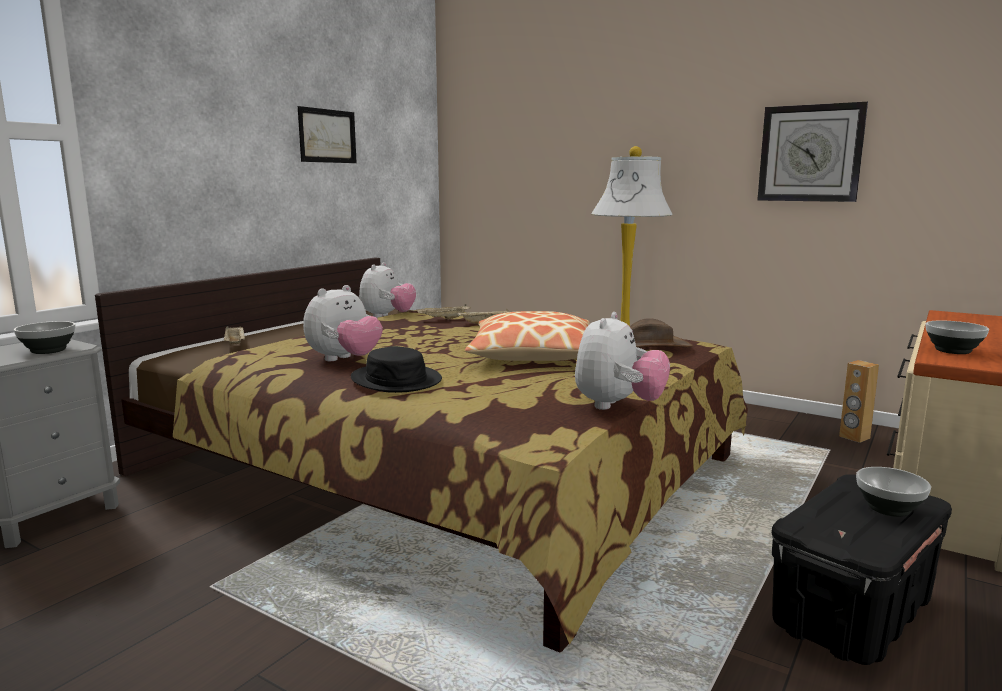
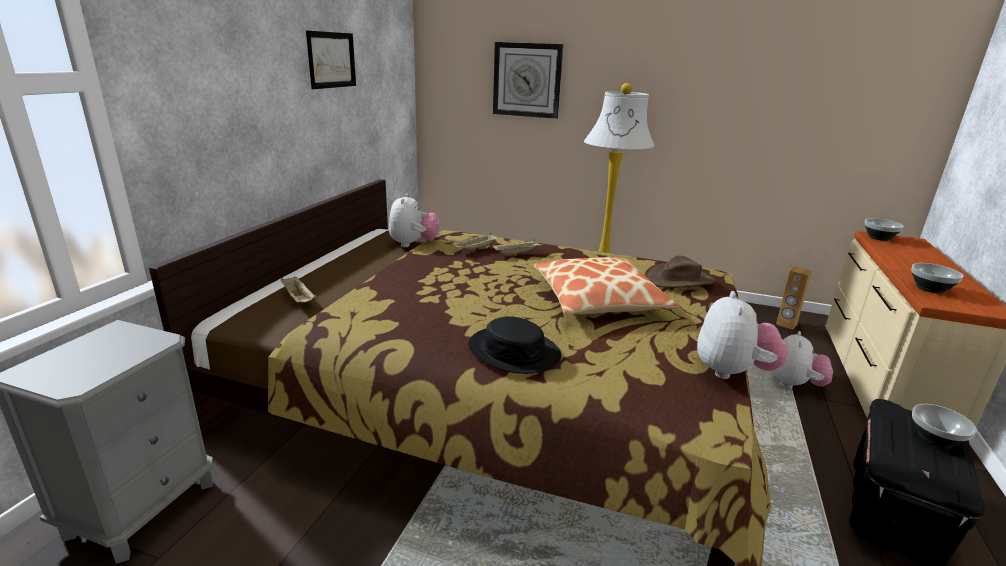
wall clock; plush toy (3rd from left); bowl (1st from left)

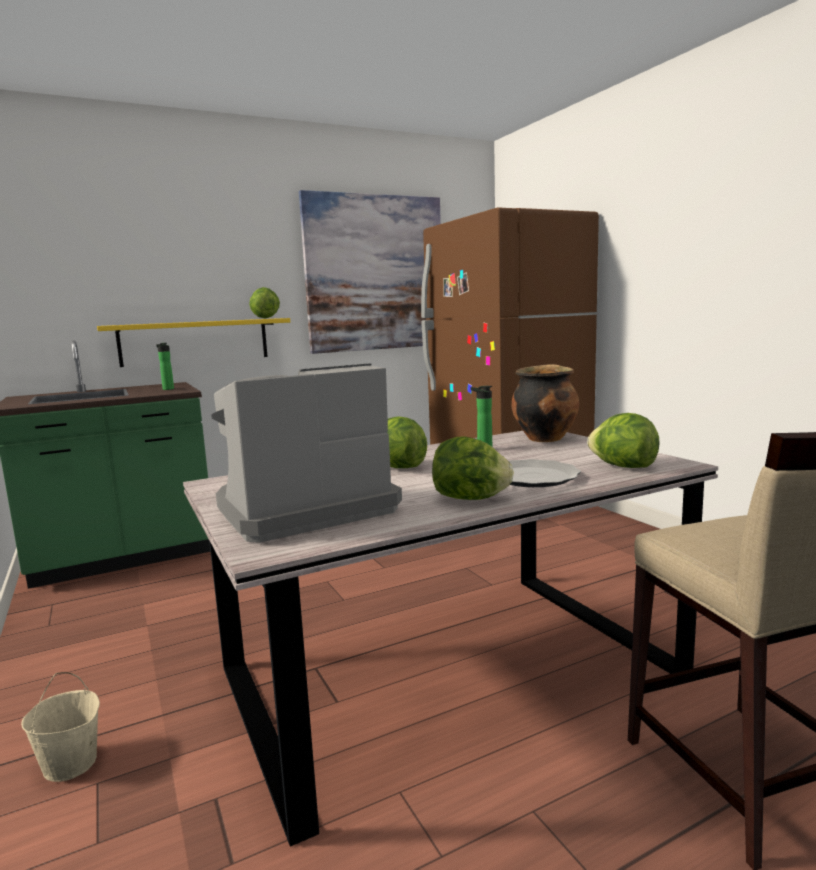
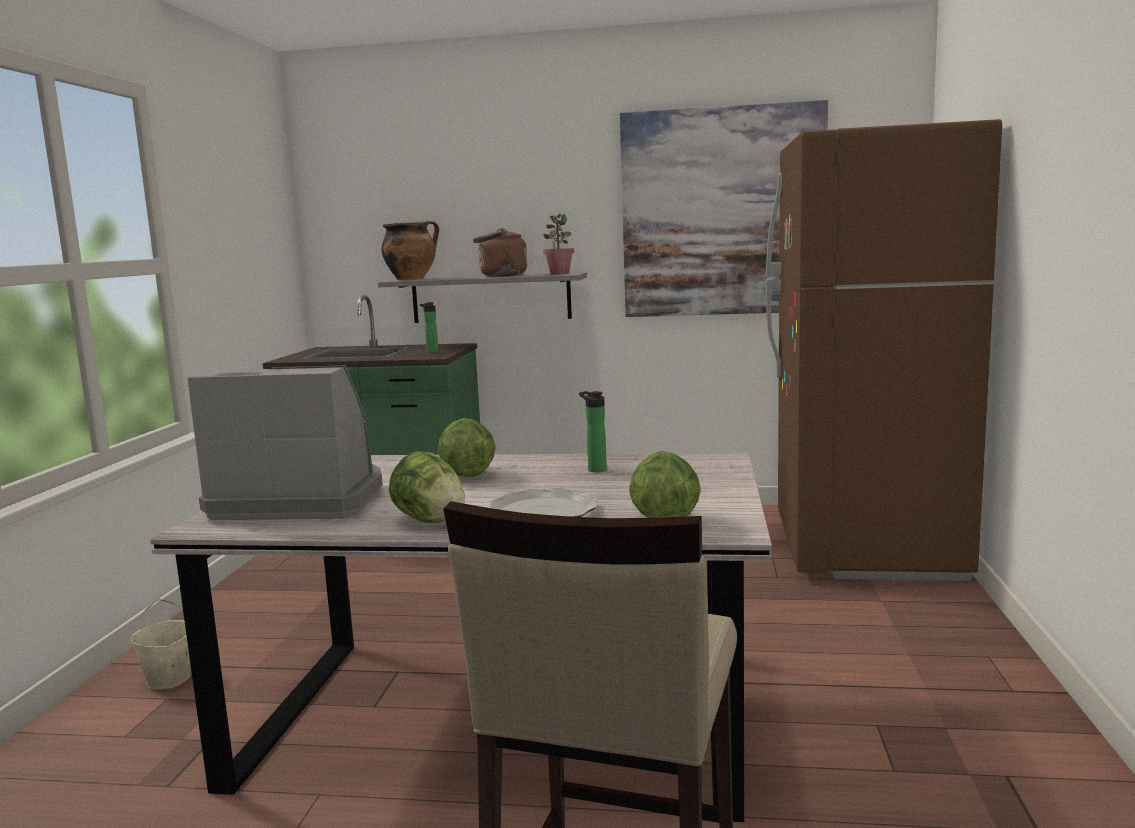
potted plant; shelf in grey; cooking pot; kettle in brown

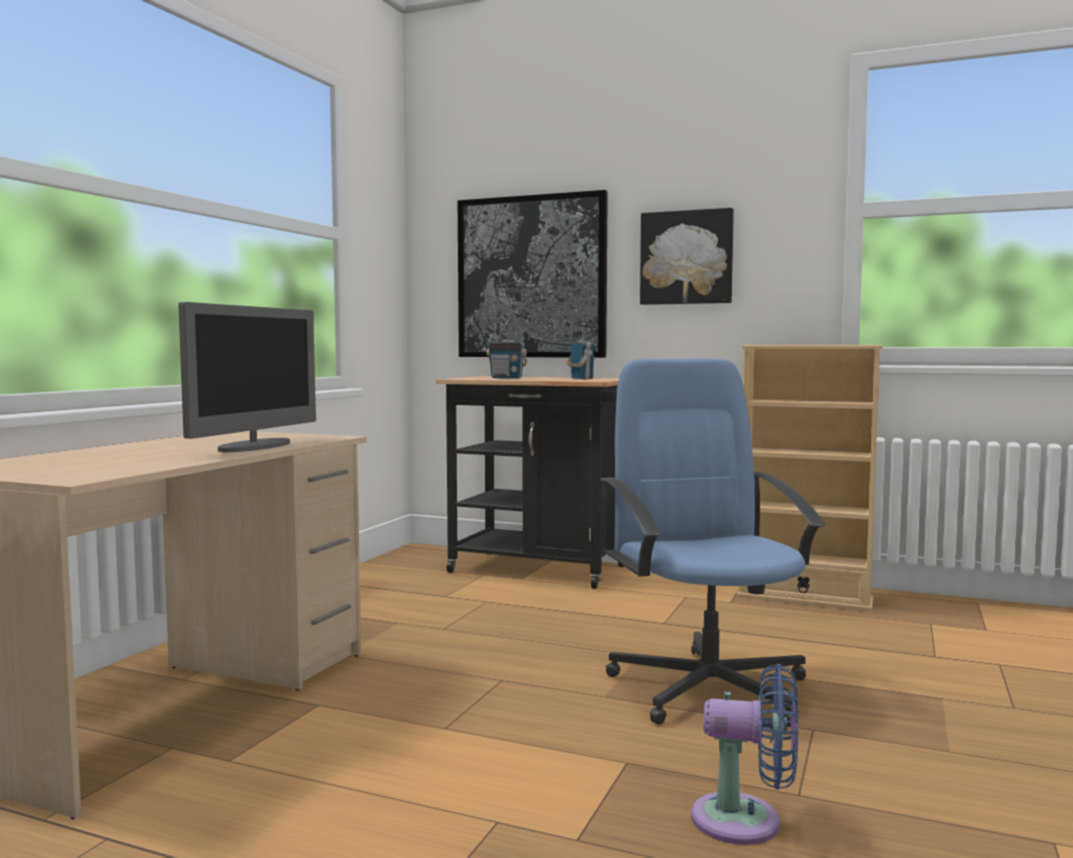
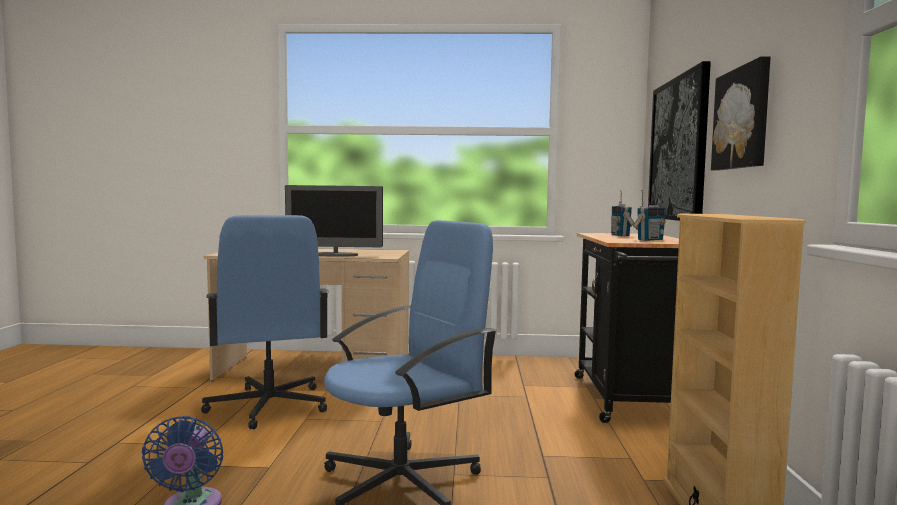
office chair in blue (1st from left)

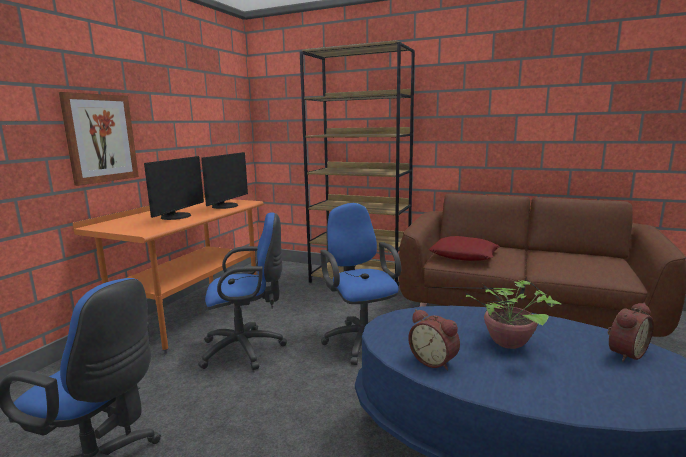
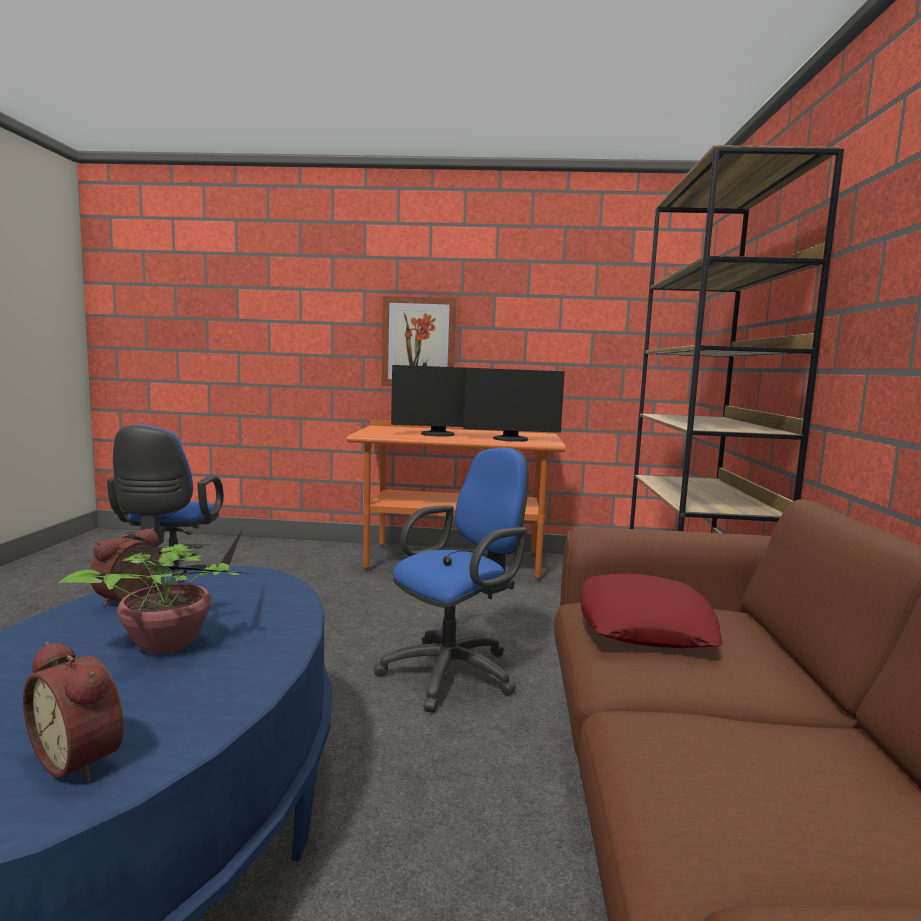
office chair in blue (2nd from left in the first image)

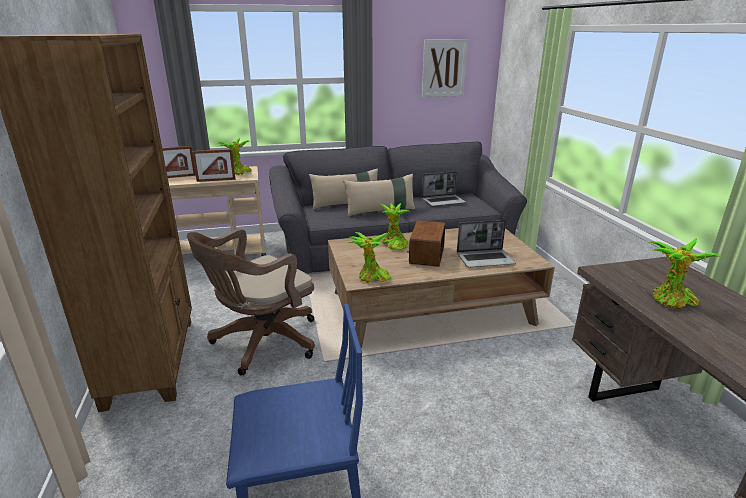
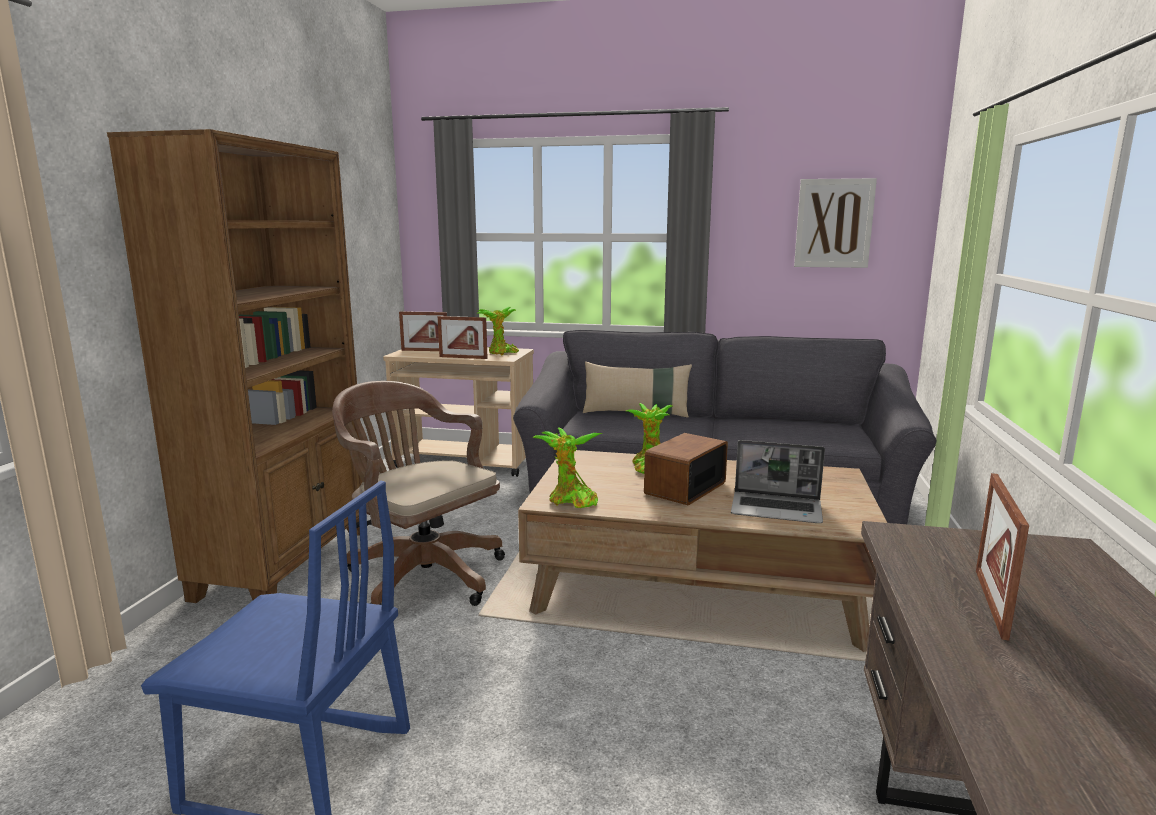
laptop (1st from left in the first image); pillow in beige (2nd from left in the first image); office chair in brown; picture frame (3rd from left)

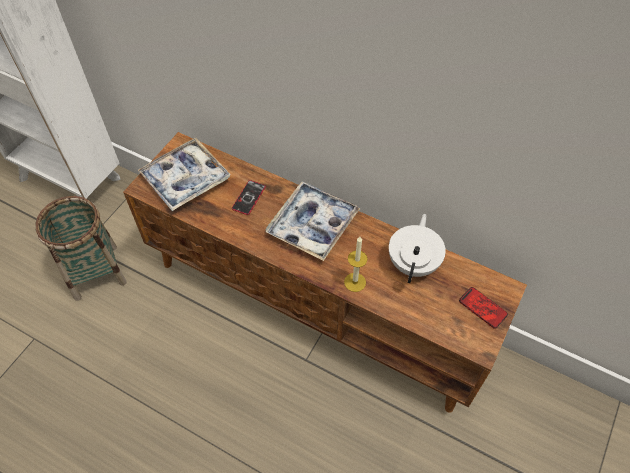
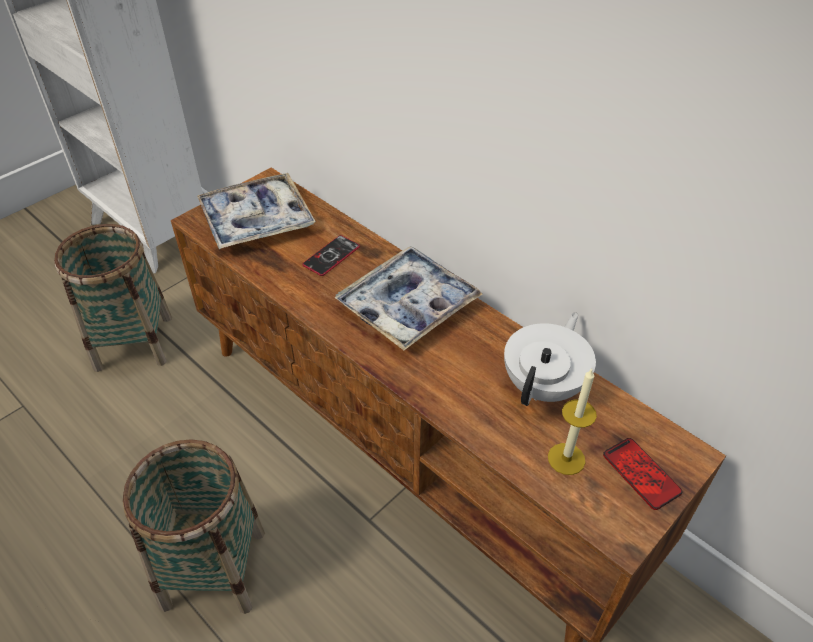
candle; basket (2nd from left)

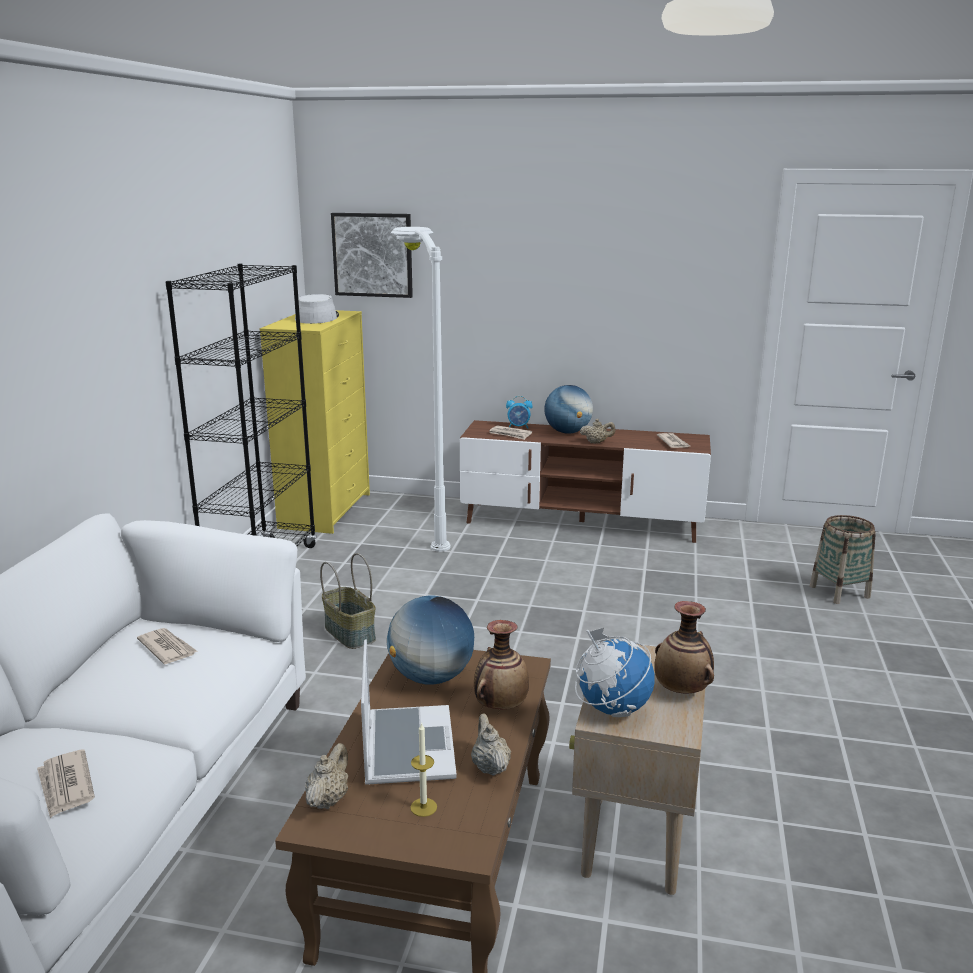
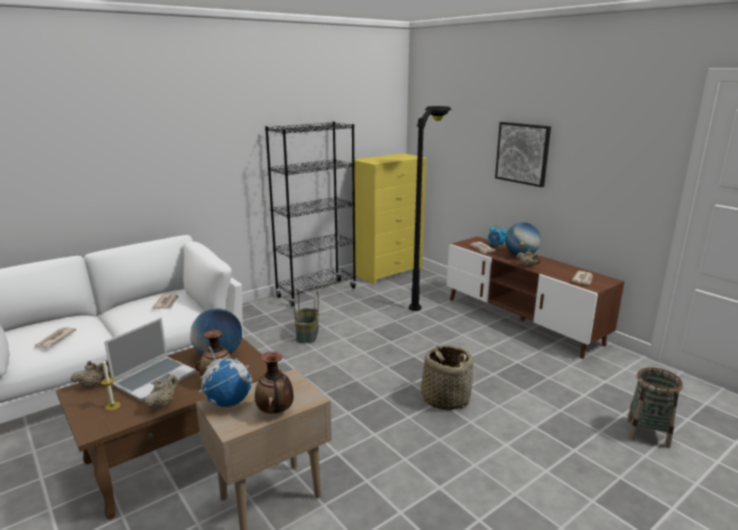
picture; floor lamp in black; hat in grey; basket (2nd from left)

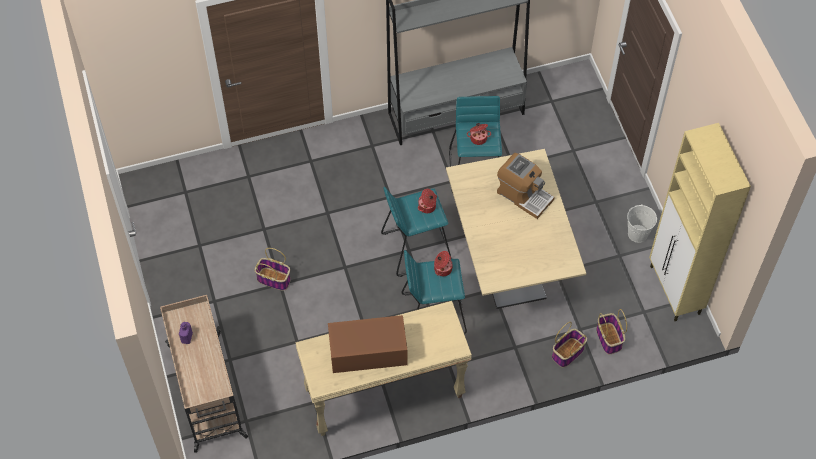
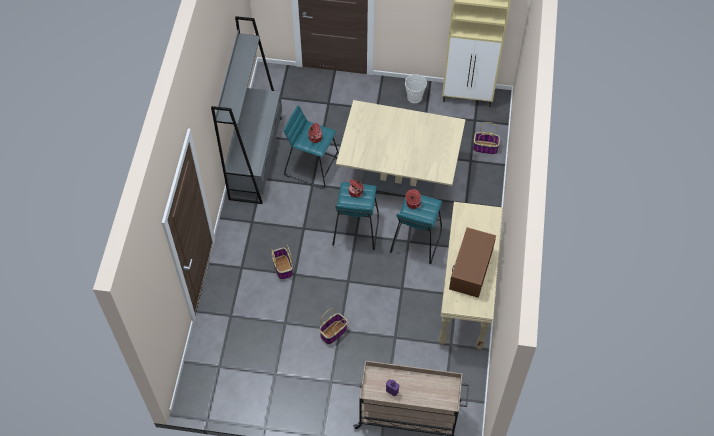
coffee machine; basket (1st from left)

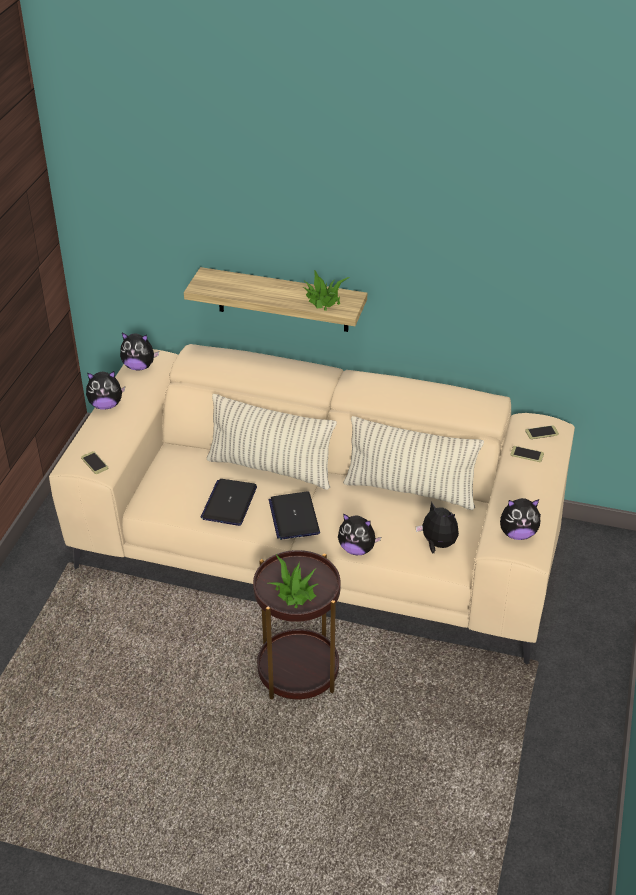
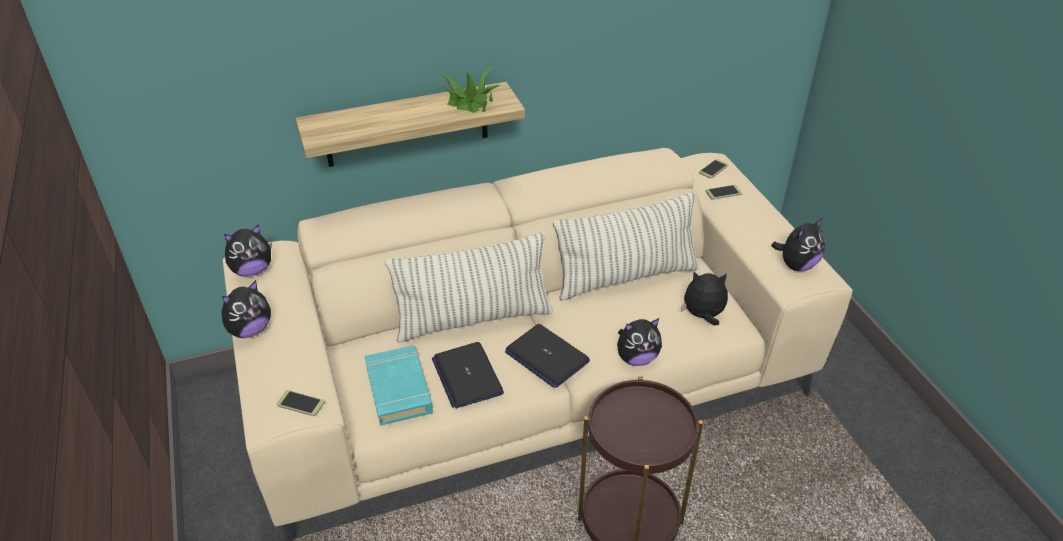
potted plant (1st from left in the first image); book in turquoise

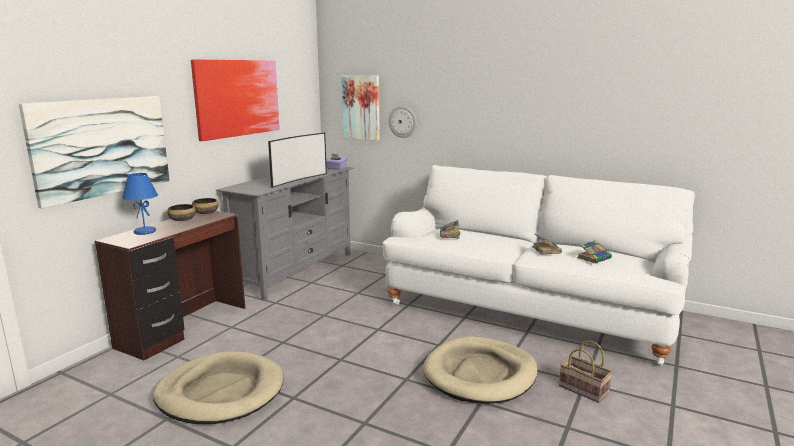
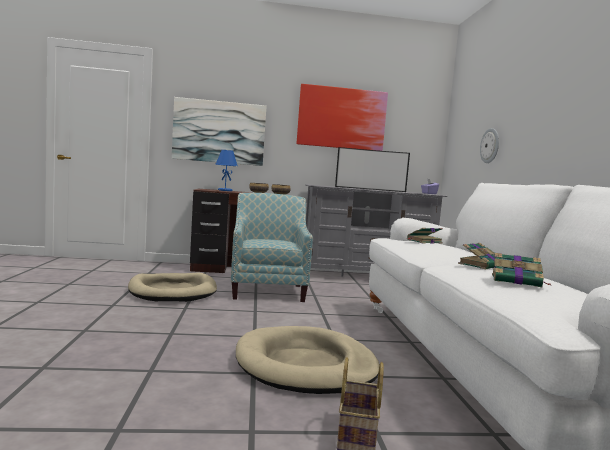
picture (3rd from left in the first image); armchair

